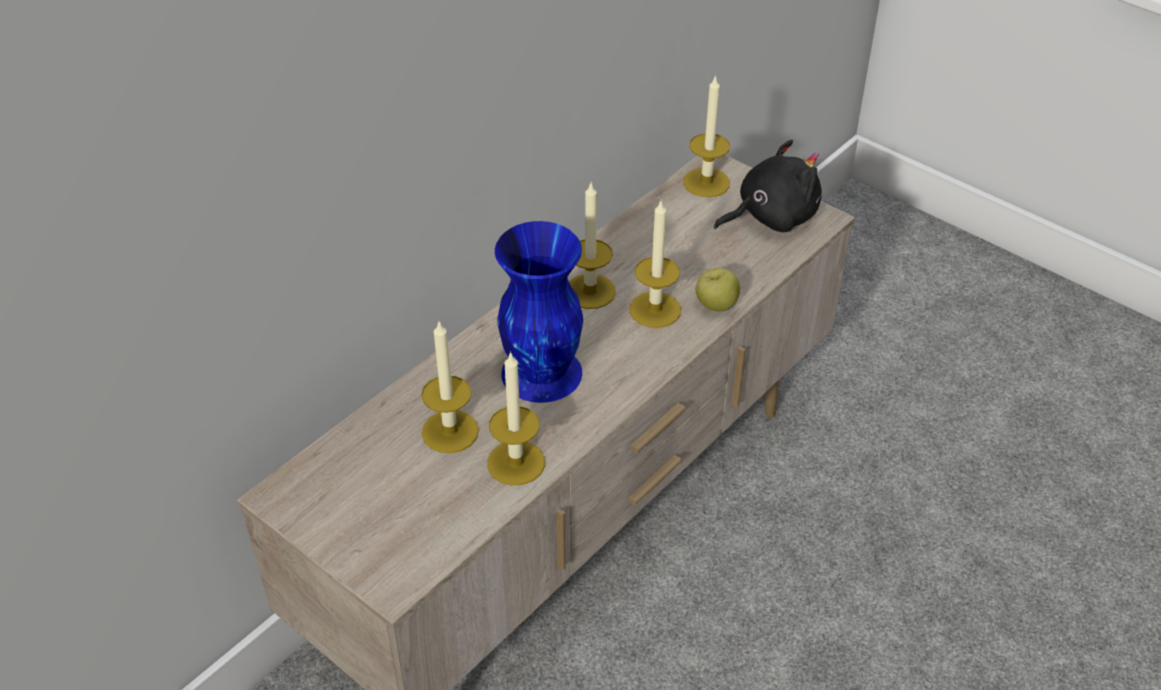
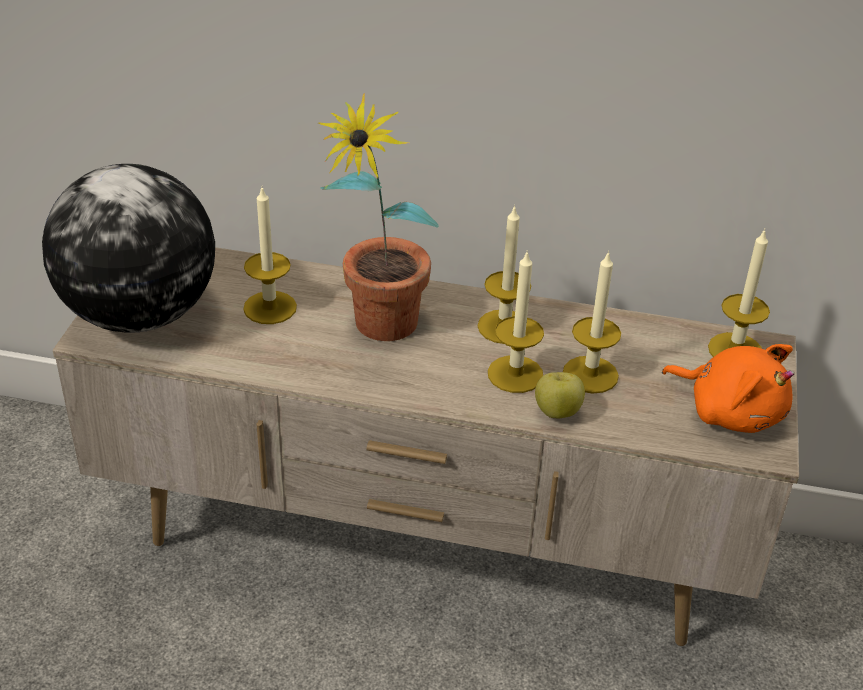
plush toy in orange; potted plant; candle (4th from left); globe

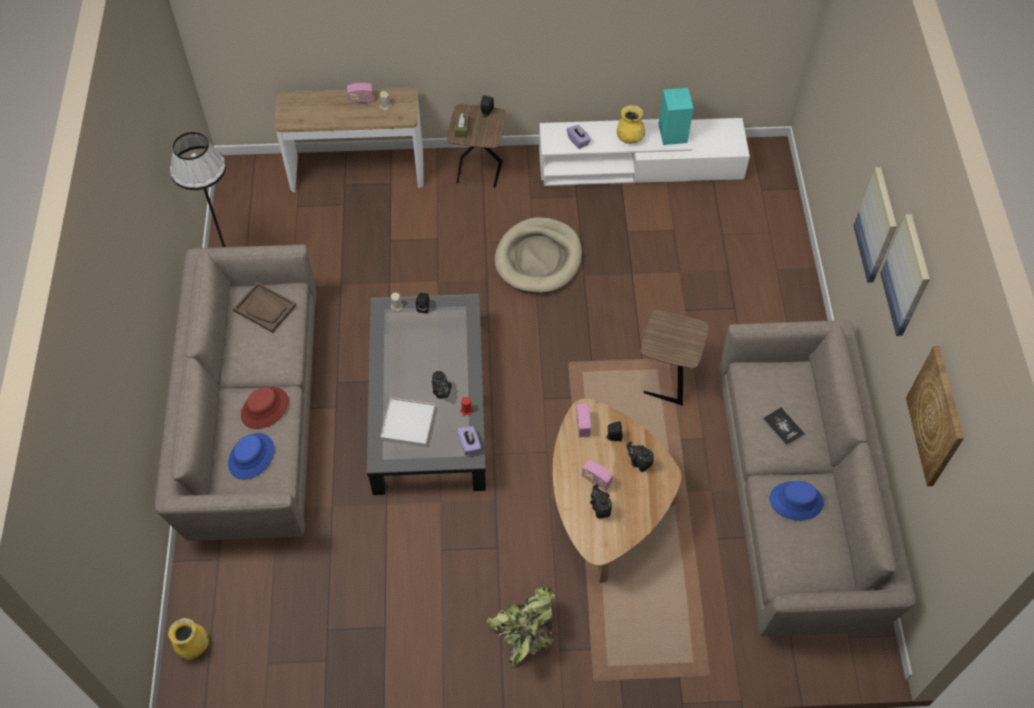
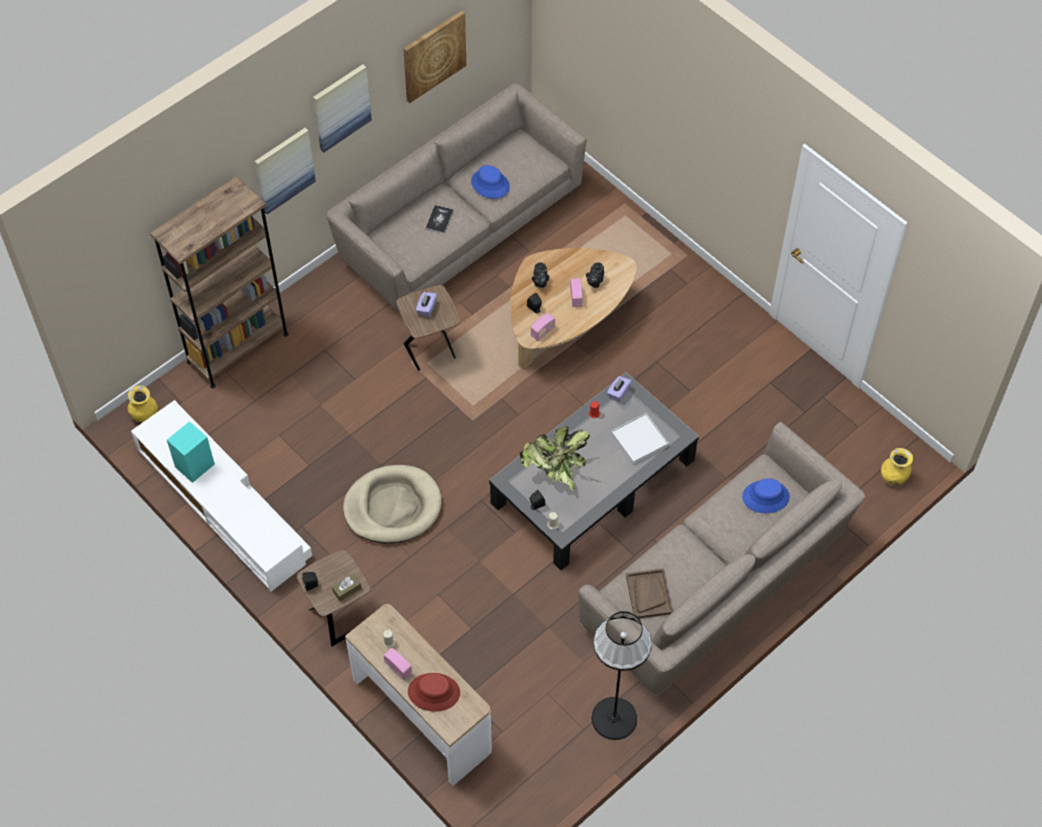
vase in yellow (1st from left); tissue box in purple (1st from left); teapot in black (1st from left in the first image); hat in red; potted plant; bookcase in brown

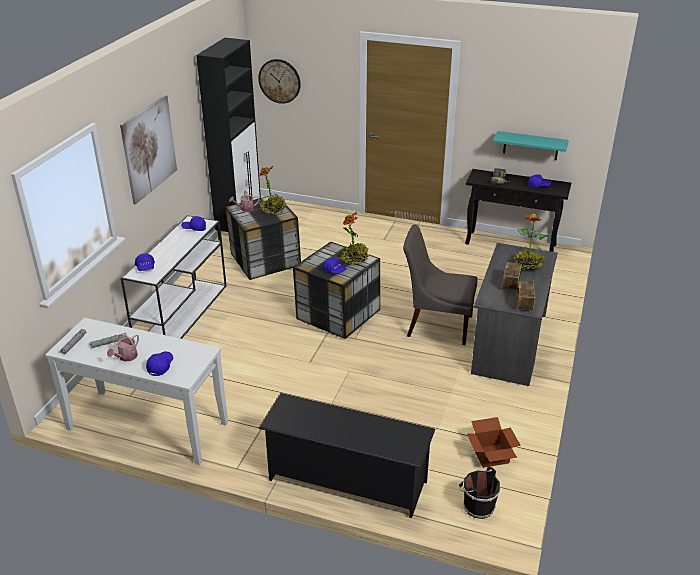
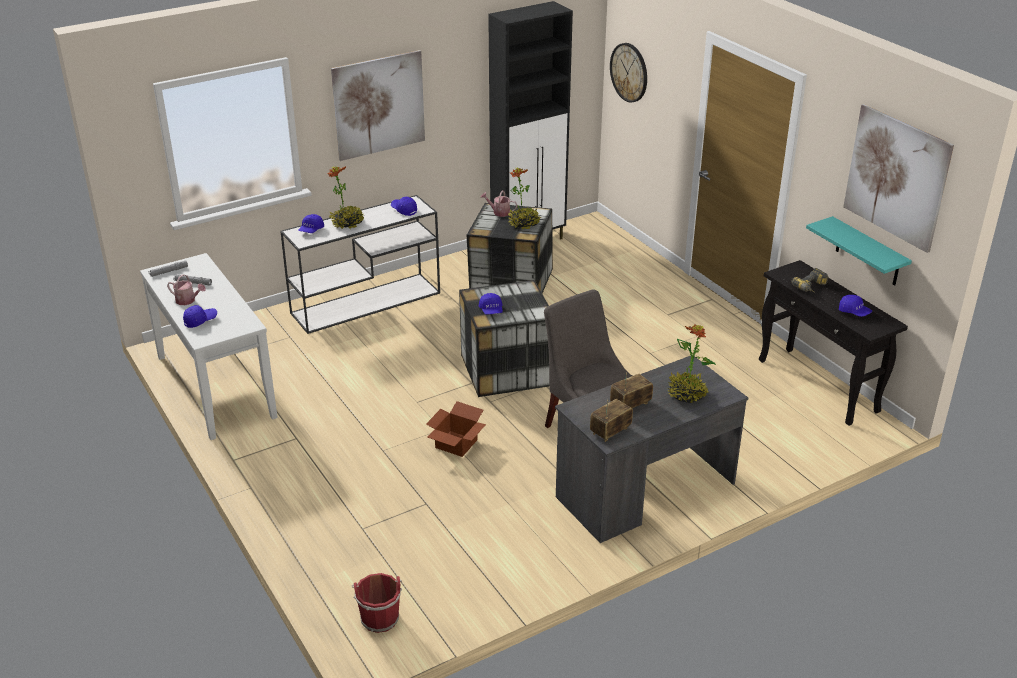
potted plant (1st from left); watering can (1st from left); shoe rack in black; cardboard box; bucket in red; picture (2nd from left)

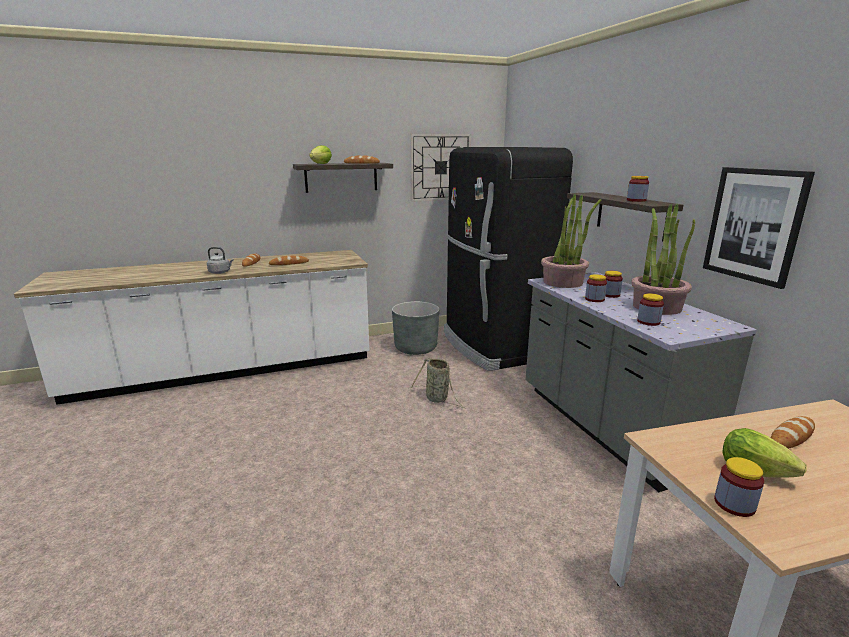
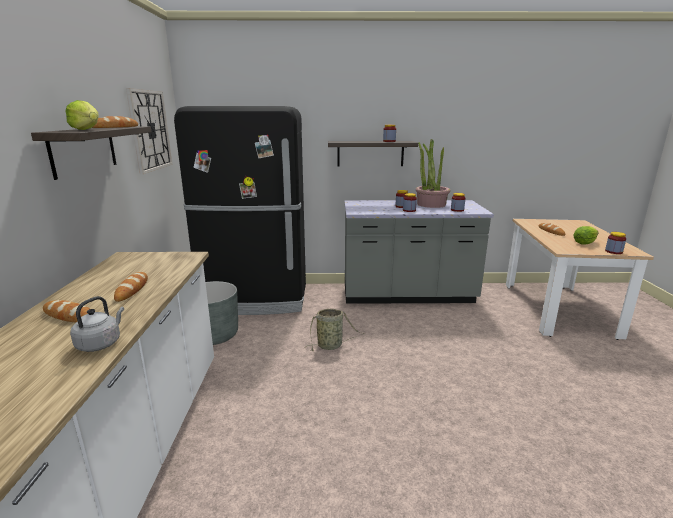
picture; potted plant (1st from left in the first image)

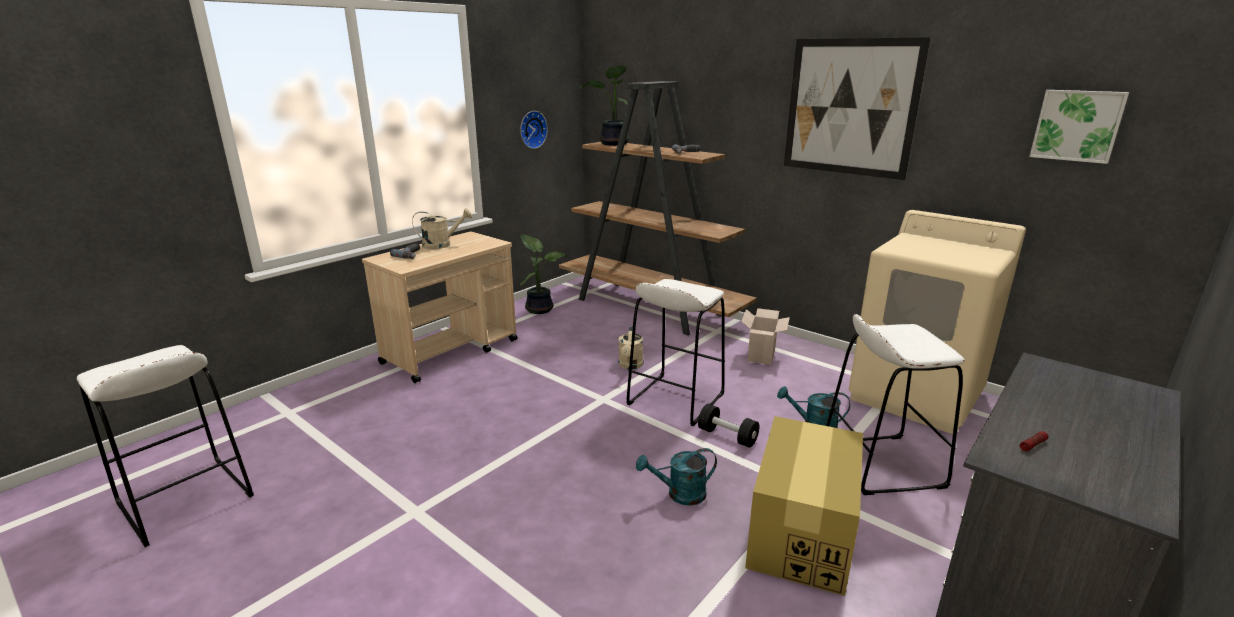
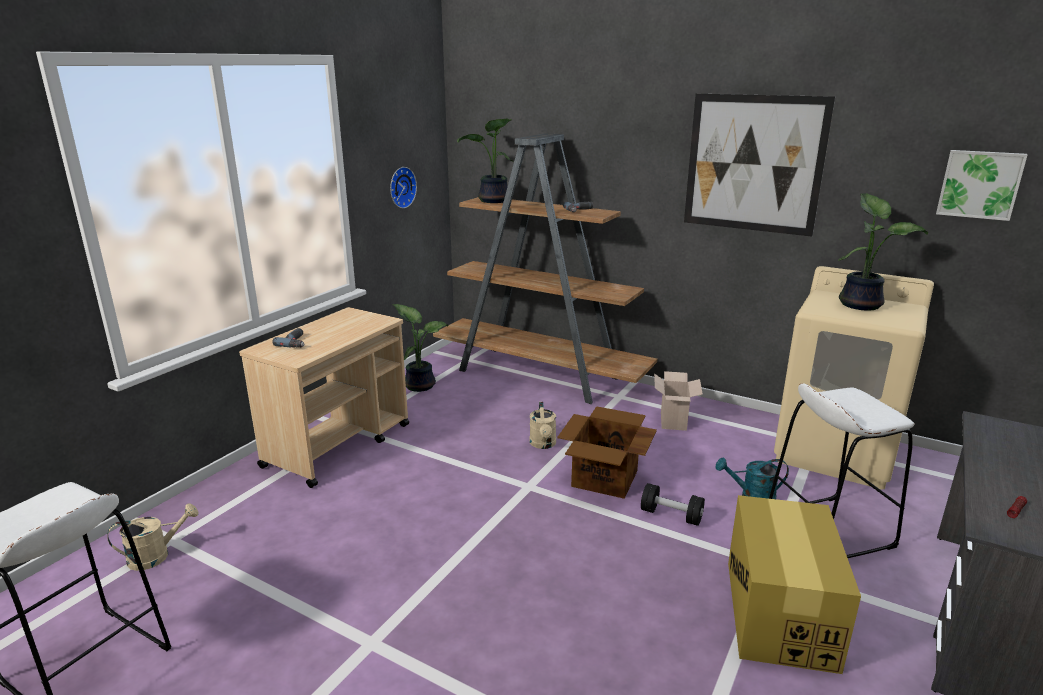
watering can in beige (1st from left); cardboard box (1st from left); watering can in turquoise (1st from left in the first image); potted plant (3rd from left)

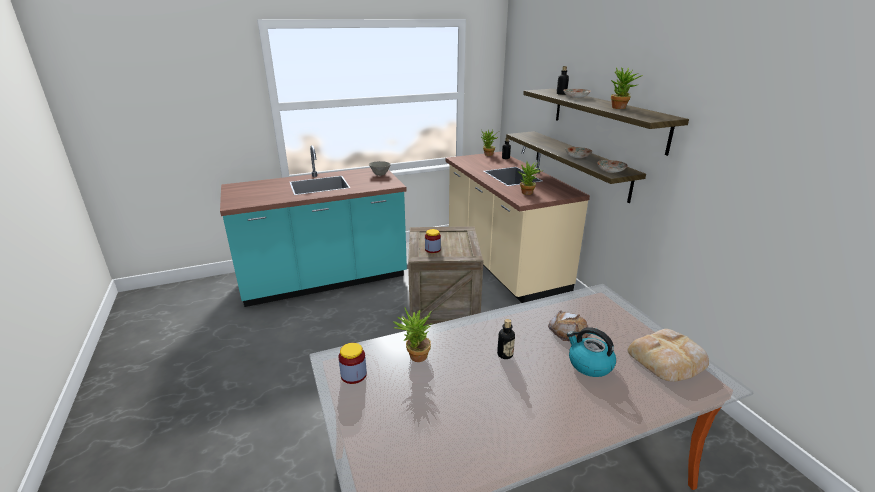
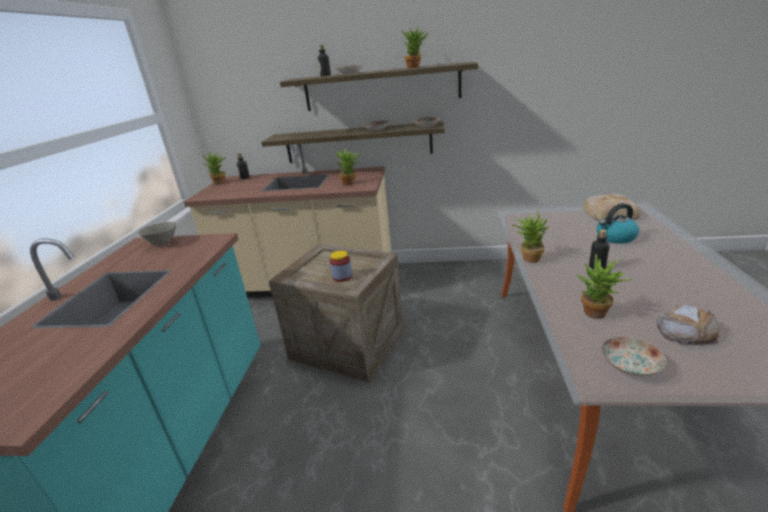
bread (2nd from left); plate (4th from left); potted plant (4th from left)

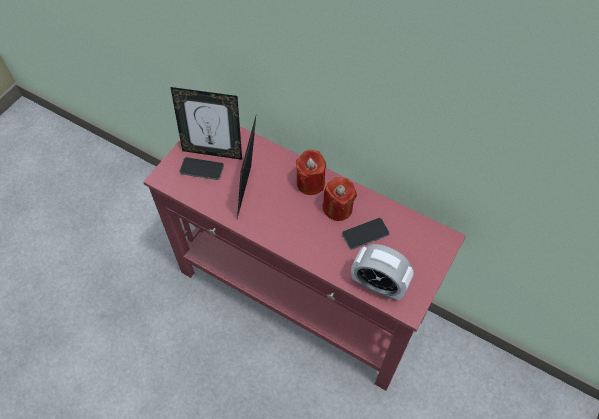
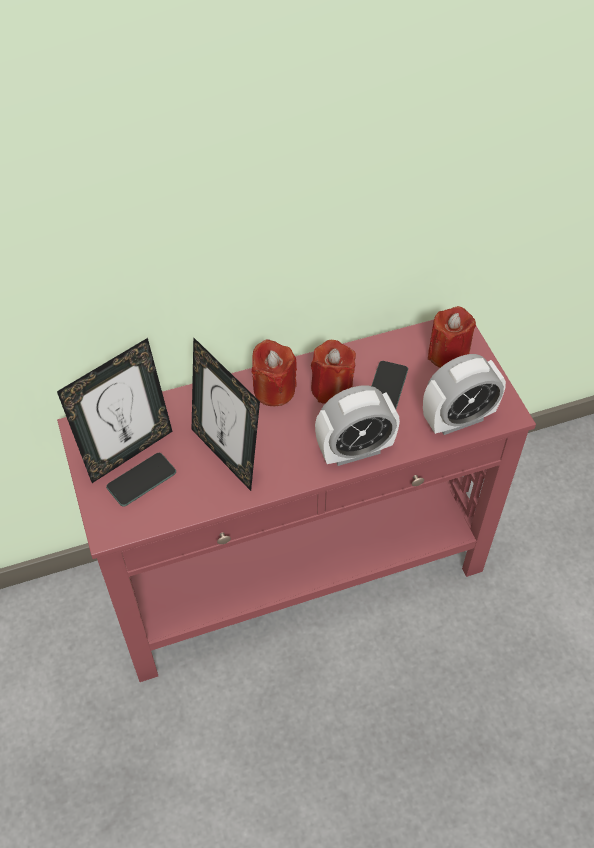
candle in red (3rd from left); alarm clock (1st from left)

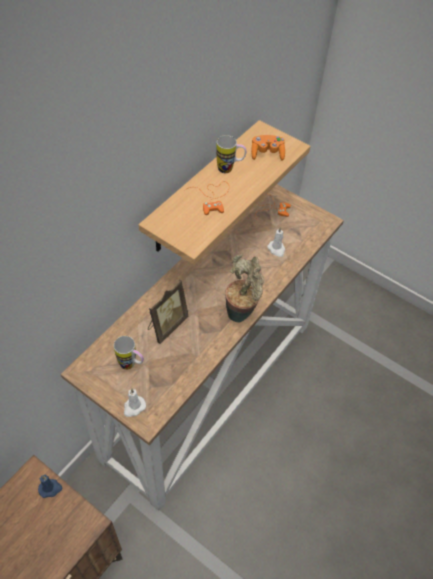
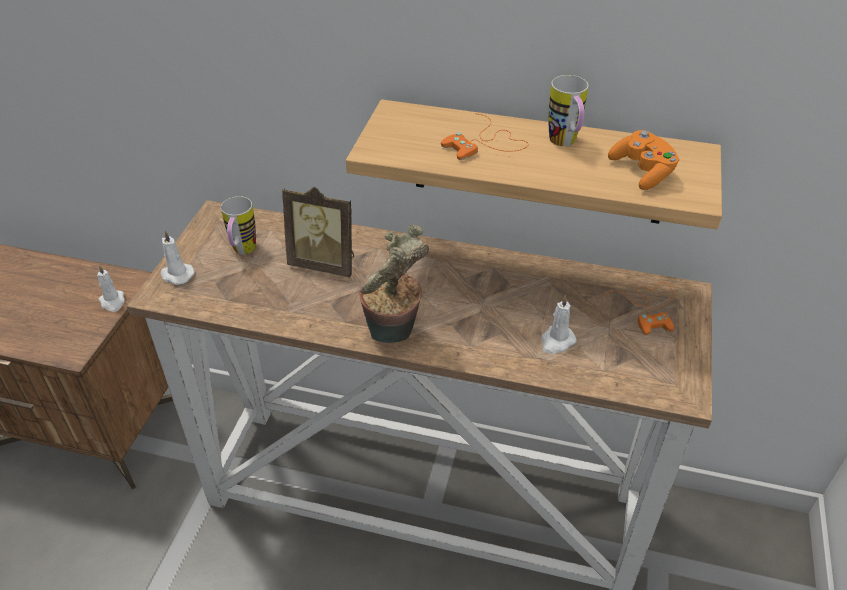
candle in white (1st from left)

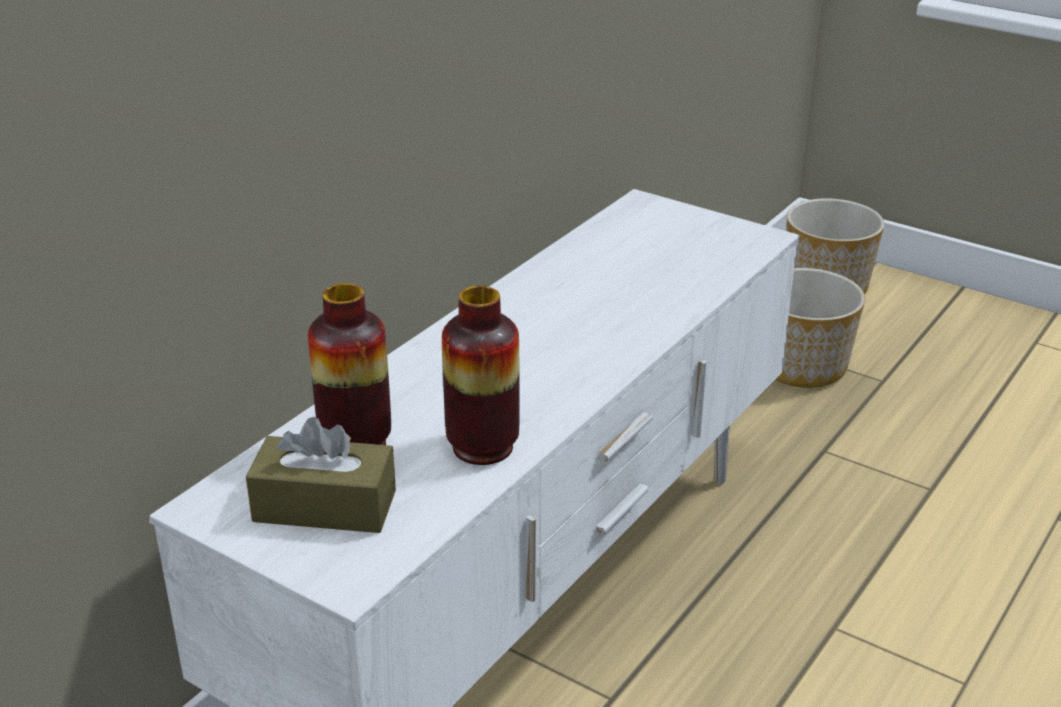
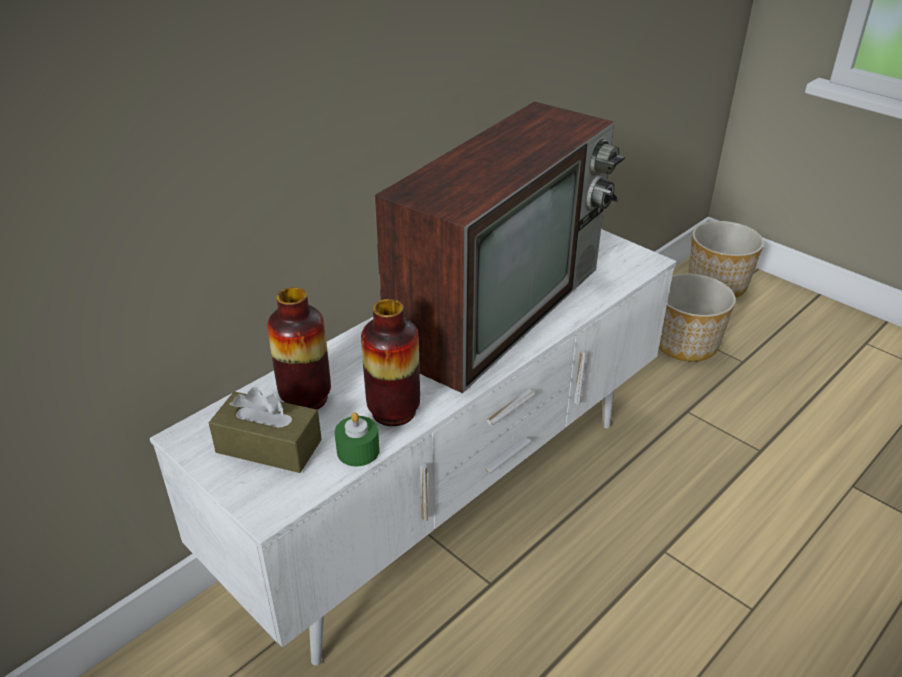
television; candle in green

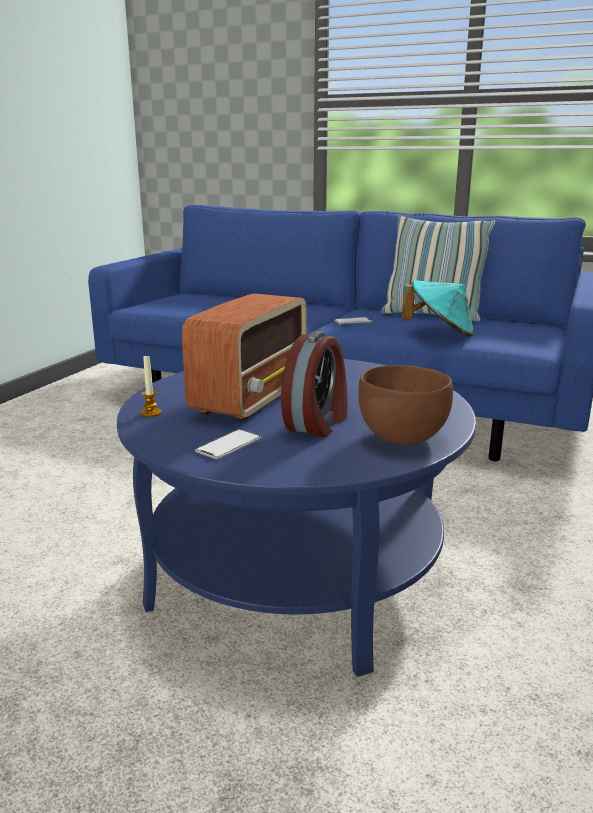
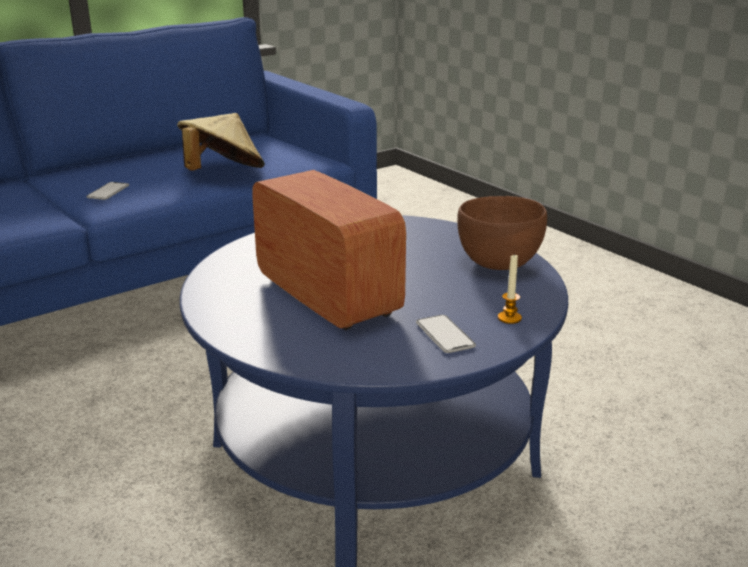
pillow; hat in beige; alarm clock; candle

